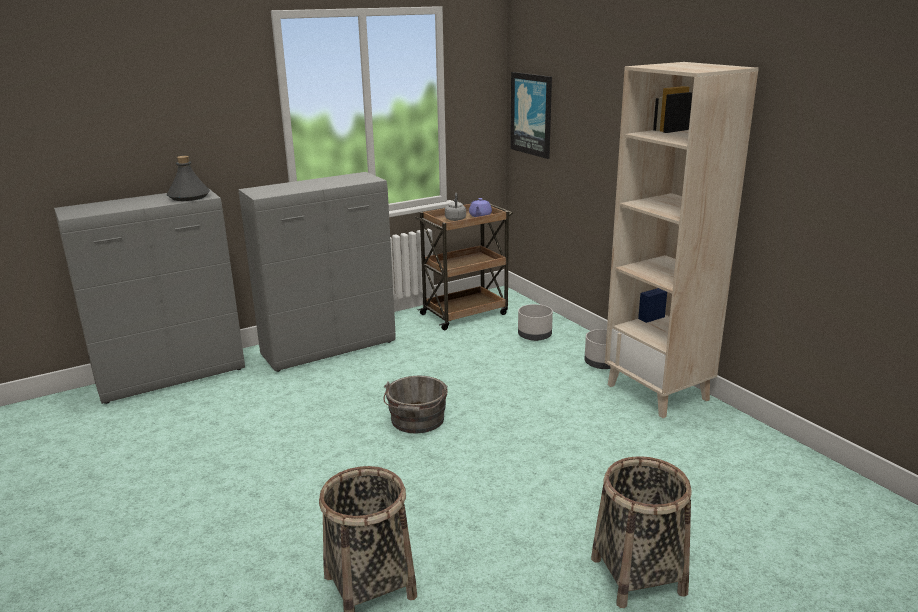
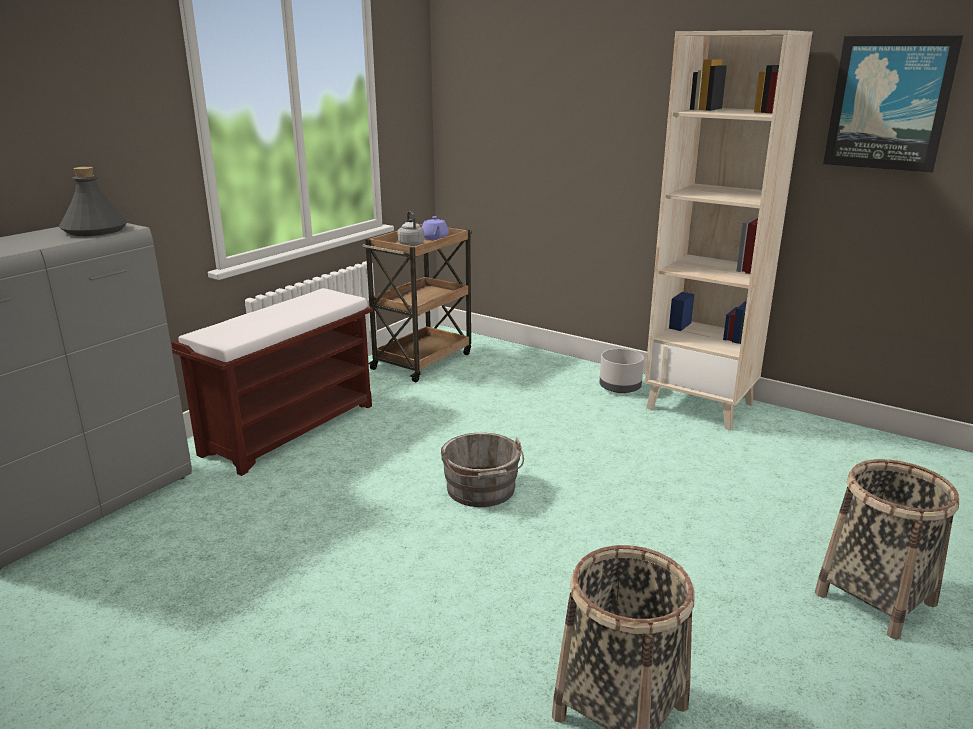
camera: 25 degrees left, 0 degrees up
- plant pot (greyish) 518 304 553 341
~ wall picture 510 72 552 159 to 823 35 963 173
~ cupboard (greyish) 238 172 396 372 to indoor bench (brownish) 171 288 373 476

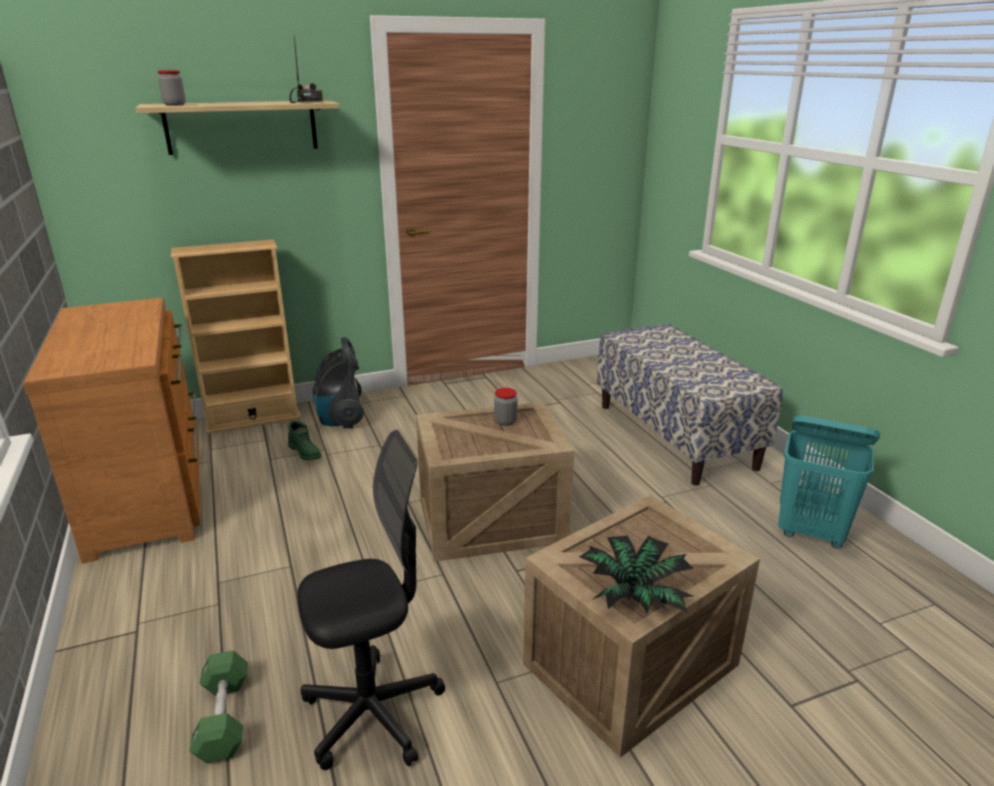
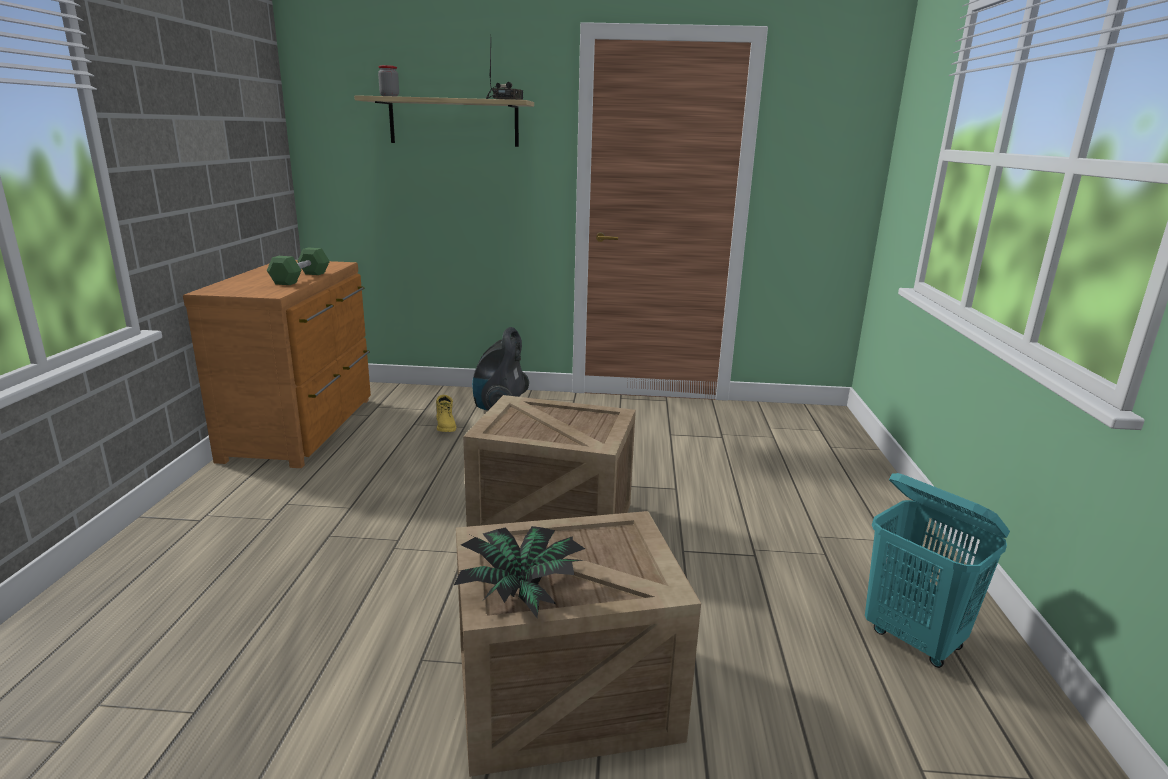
camera: 25 degrees right, 5 degrees down
- bookcase (beige) 171 239 300 434
- office chair (black-coloured) 297 430 445 770
- jar 494 388 518 426
- indoor bench 597 324 783 486
~ free weight (green-coloured) 189 650 248 763 to 267 248 330 285
~ boot (green-coloured) 288 421 321 460 to boot (yellow) 436 395 456 432

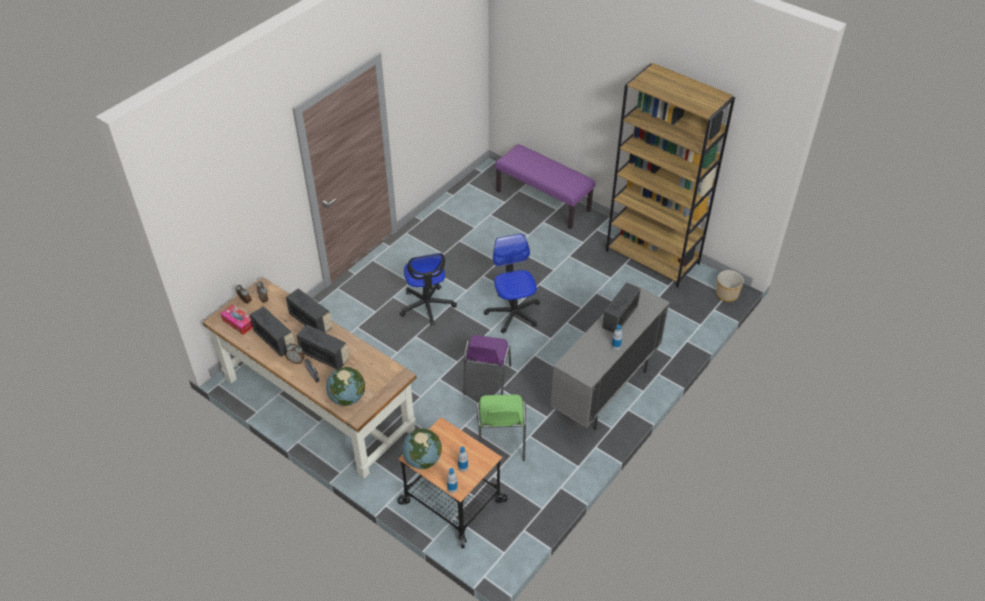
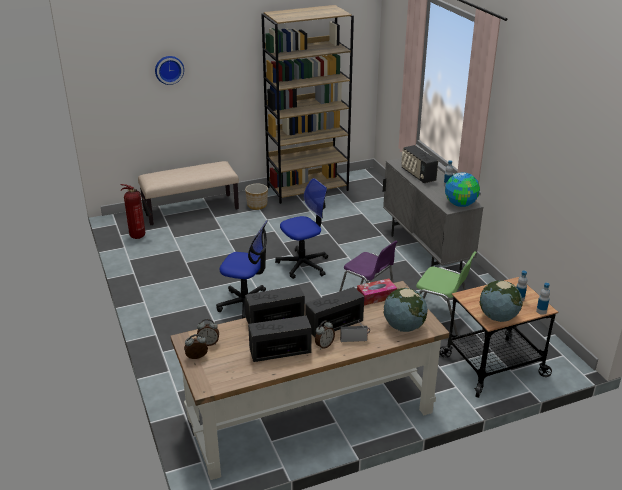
camera: 60 degrees left, 15 degrees down
+ fire extinguisher 120 184 152 239
+ hanging clock 155 56 184 85
+ desk globe 445 172 480 207
~ box of tissues 221 305 253 335 to 357 279 397 305
~ plant pot 716 270 744 302 to 245 184 268 210
~ indoor bench (purple) 495 144 595 229 to indoor bench (beige) 138 161 239 225
~ office chair 484 234 540 333 = 275 178 328 279 135 degrees clockwise

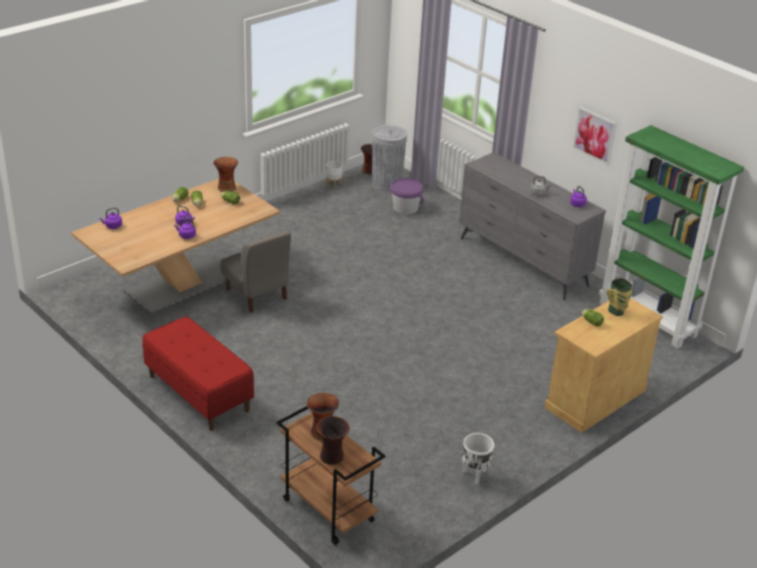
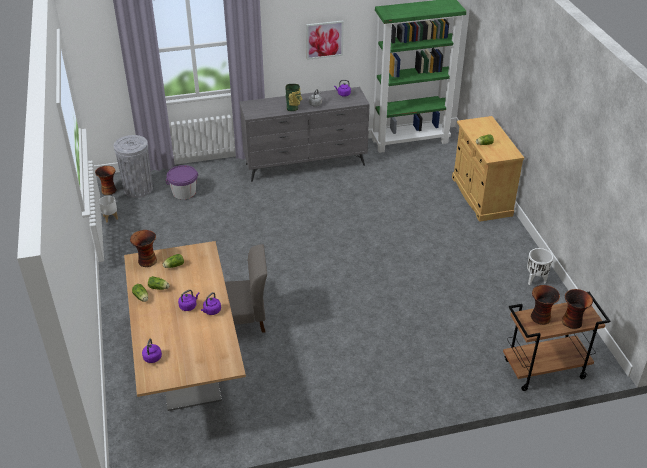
camera: 60 degrees left, 5 degrees up
- indoor bench (reddish) 142 316 254 431
~ vase 606 278 632 316 to 285 84 302 111

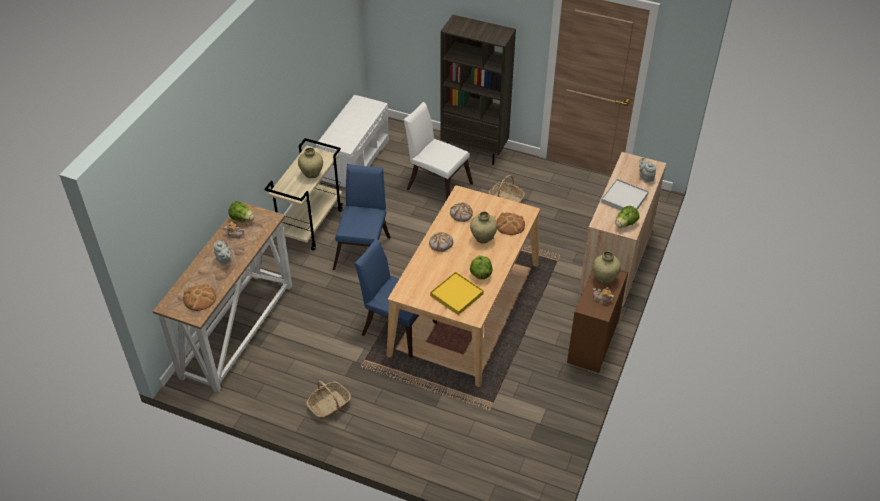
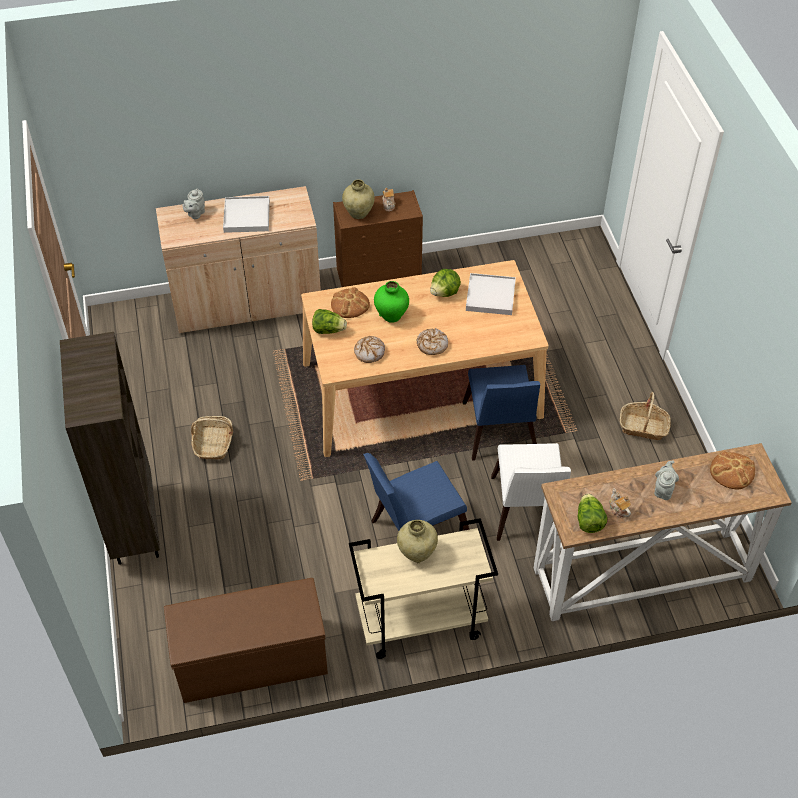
camera: 125 degrees left, 5 degrees up
~ chair (white-coloured) 404 102 473 200 to 491 443 571 541
~ head of lettuce 615 206 639 228 to 312 309 347 334
~ indoor bench (white-coloured) 316 95 389 187 to indoor bench (brownish) 164 578 328 703
~ carrying tray (yellow) 430 272 484 315 to carrying tray (white-coloured) 466 273 516 315
~ vase (beige) 470 212 497 244 to vase (green-coloured) 374 281 409 323

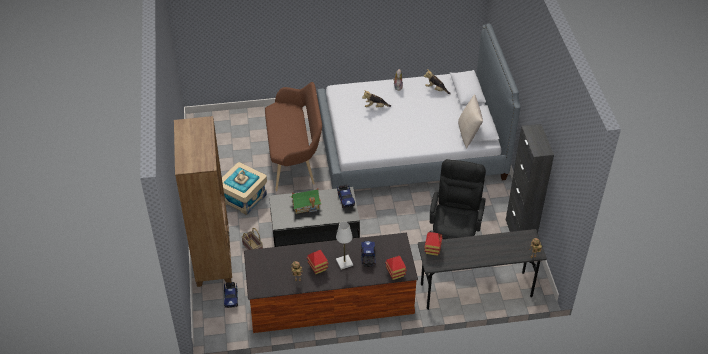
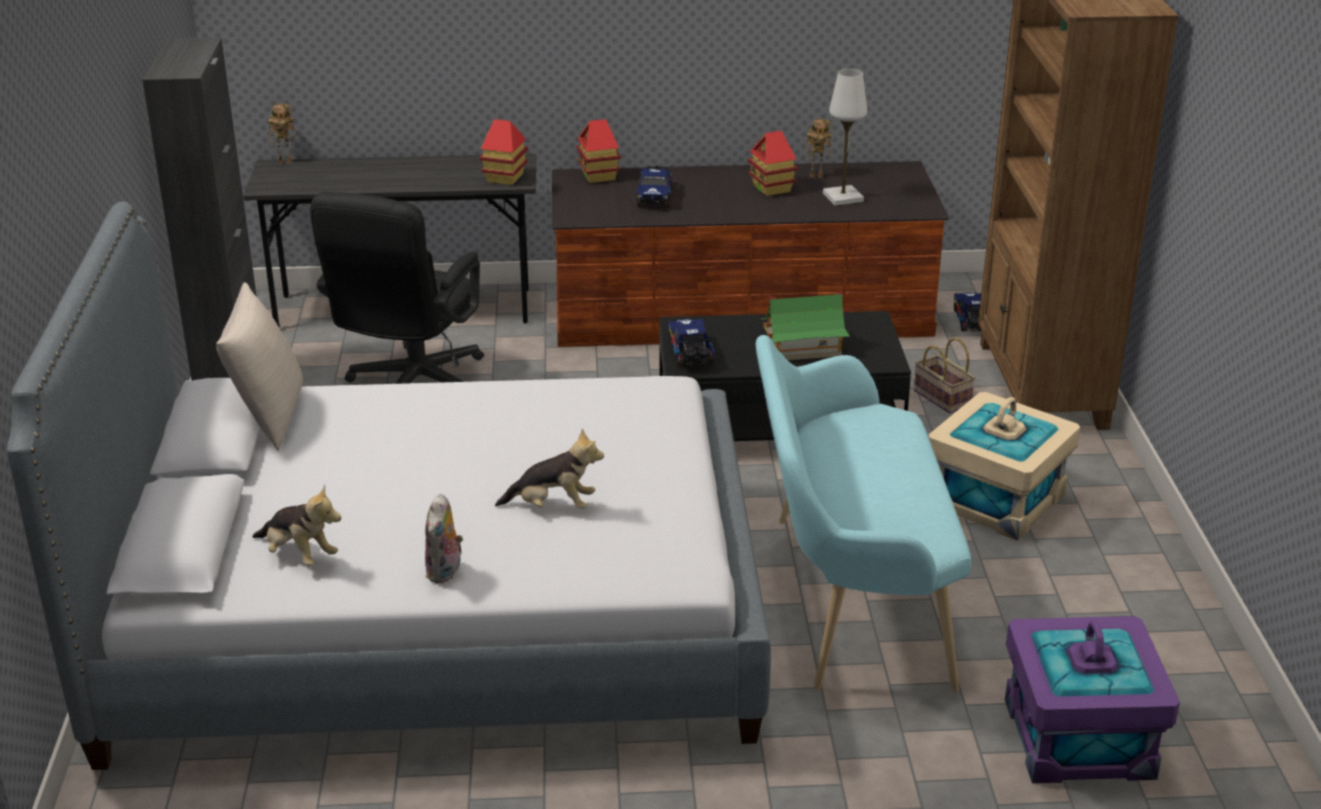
camera: 175 degrees left, 15 degrees down
+ storage box (purple) 1005 616 1180 783
~ table lamp (white-coloured) 336 222 353 270 to 823 69 867 205
~ indoor bench (brownish) 265 82 322 191 to indoor bench (turquoise) 756 335 971 692

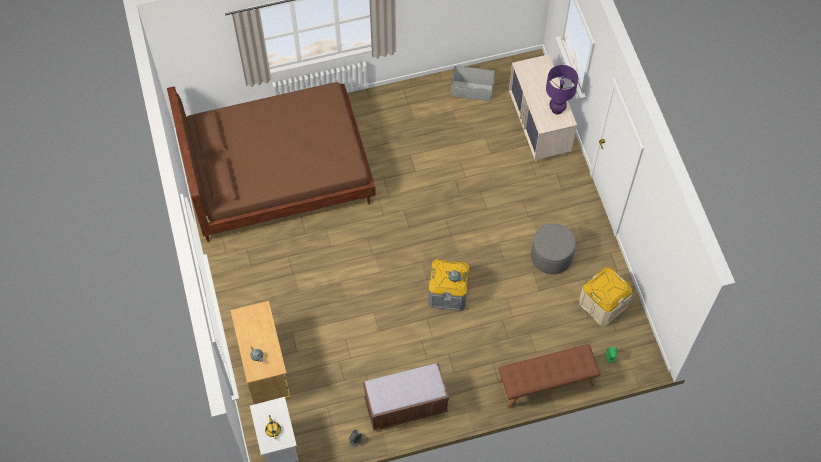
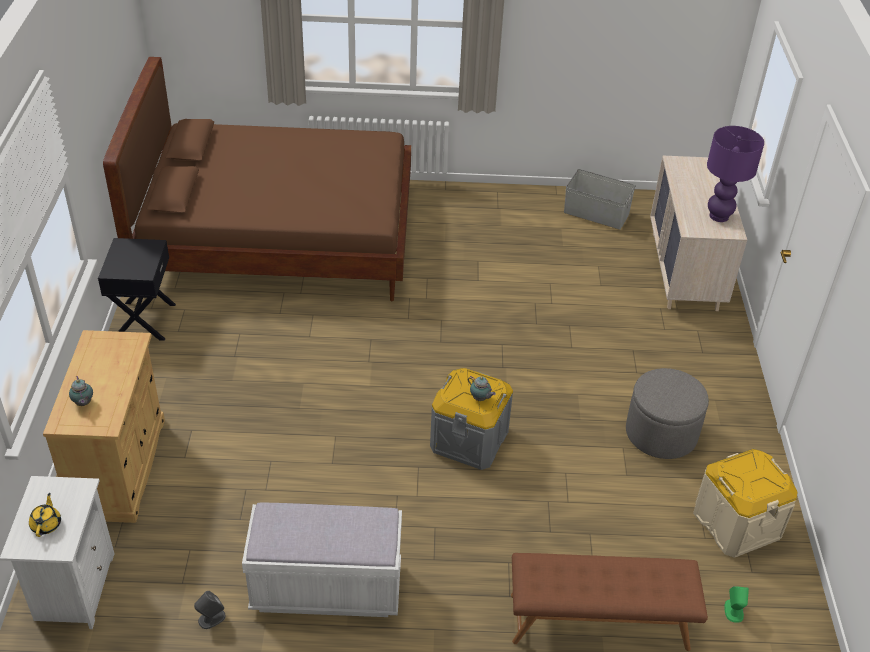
camera: 15 degrees right, 20 degrees down
+ nightstand (black-coloured) 98 238 176 341
~ indoor bench (brownish) 363 363 449 431 to indoor bench (white-coloured) 242 503 402 617

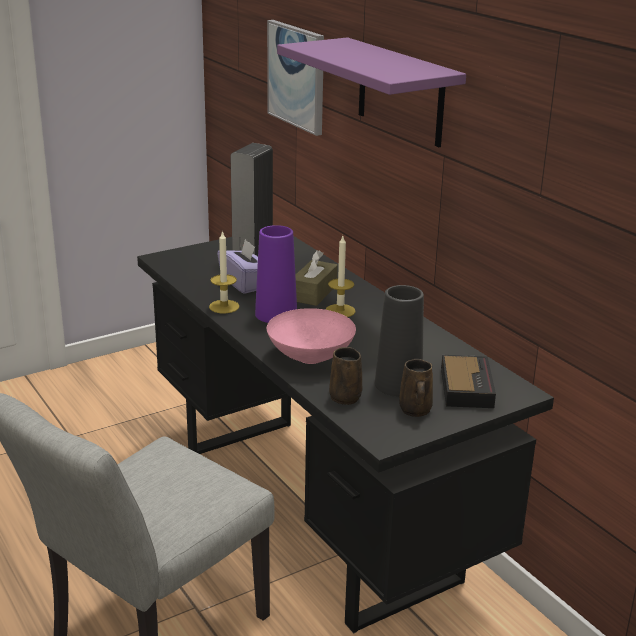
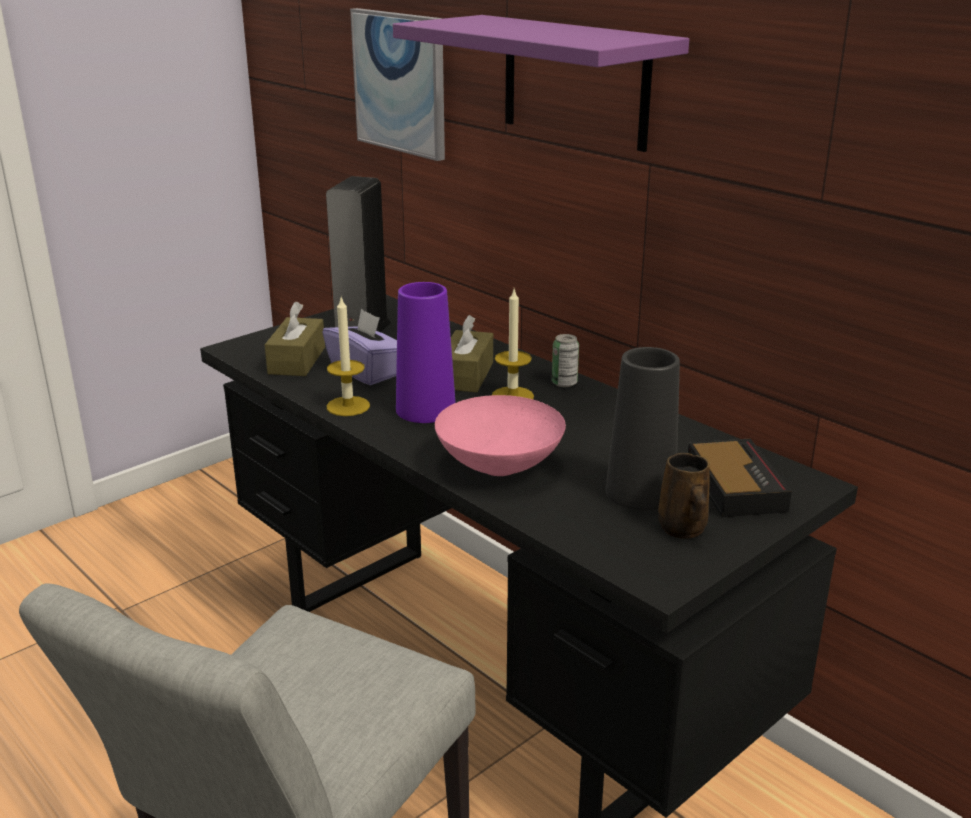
camera: 10 degrees left, 0 degrees up
- coffee mug (brownish) 329 347 362 405
+ box of tissues (brownish) 265 302 325 376
+ metal can 552 334 579 387

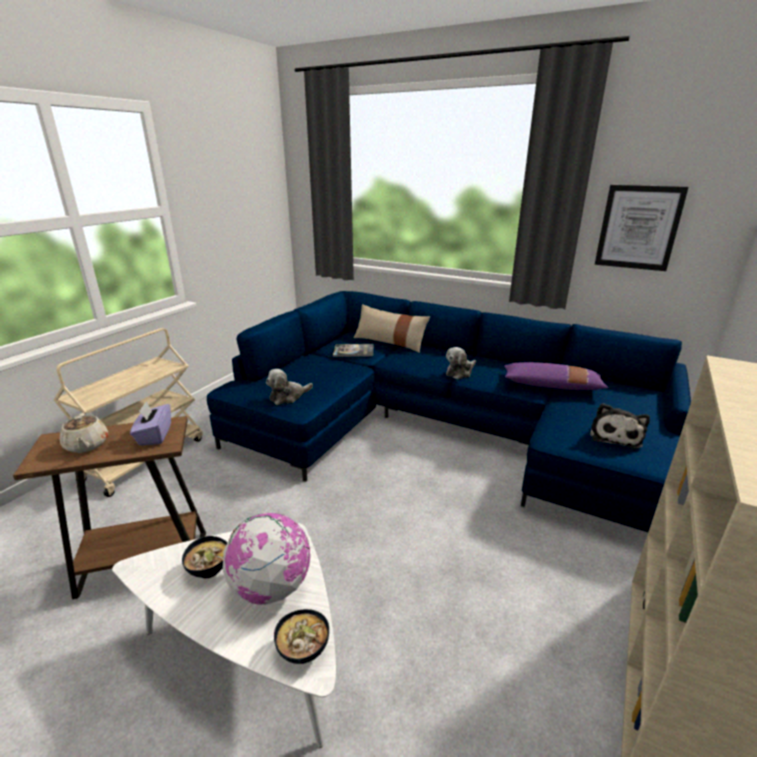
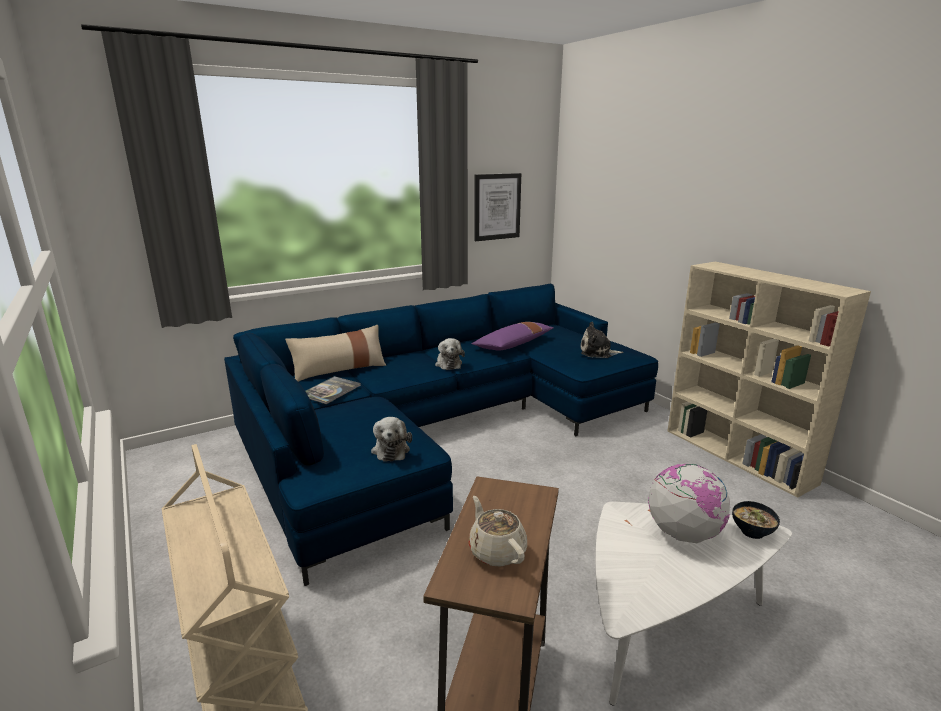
camera: 60 degrees left, 5 degrees down
- box of tissues (purple) 130 402 171 446
- serving bowl 182 536 227 578
~ tea pot (beige) 60 413 108 453 = 468 496 527 566 120 degrees counterclockwise
~ soft toy 590 403 650 449 = 580 322 624 358 135 degrees clockwise

